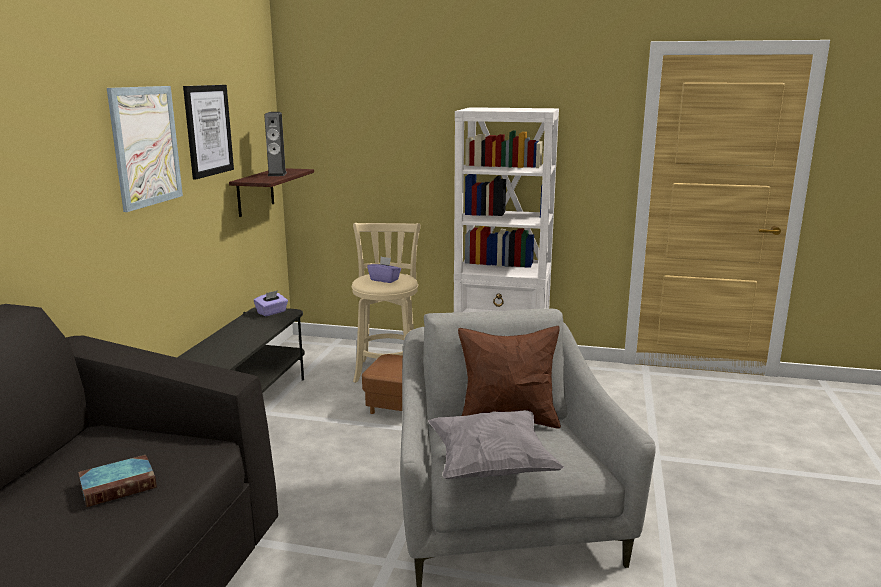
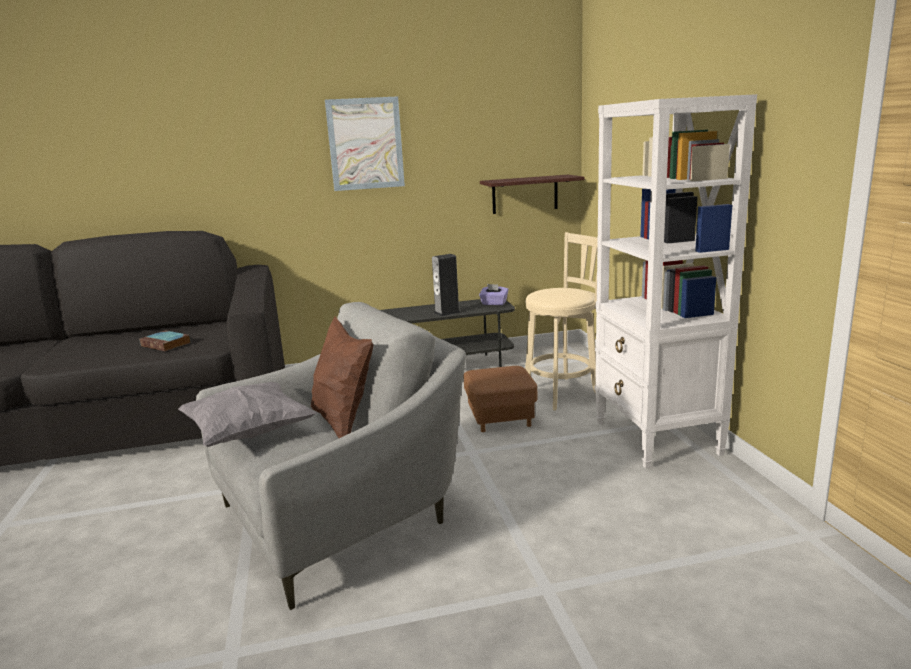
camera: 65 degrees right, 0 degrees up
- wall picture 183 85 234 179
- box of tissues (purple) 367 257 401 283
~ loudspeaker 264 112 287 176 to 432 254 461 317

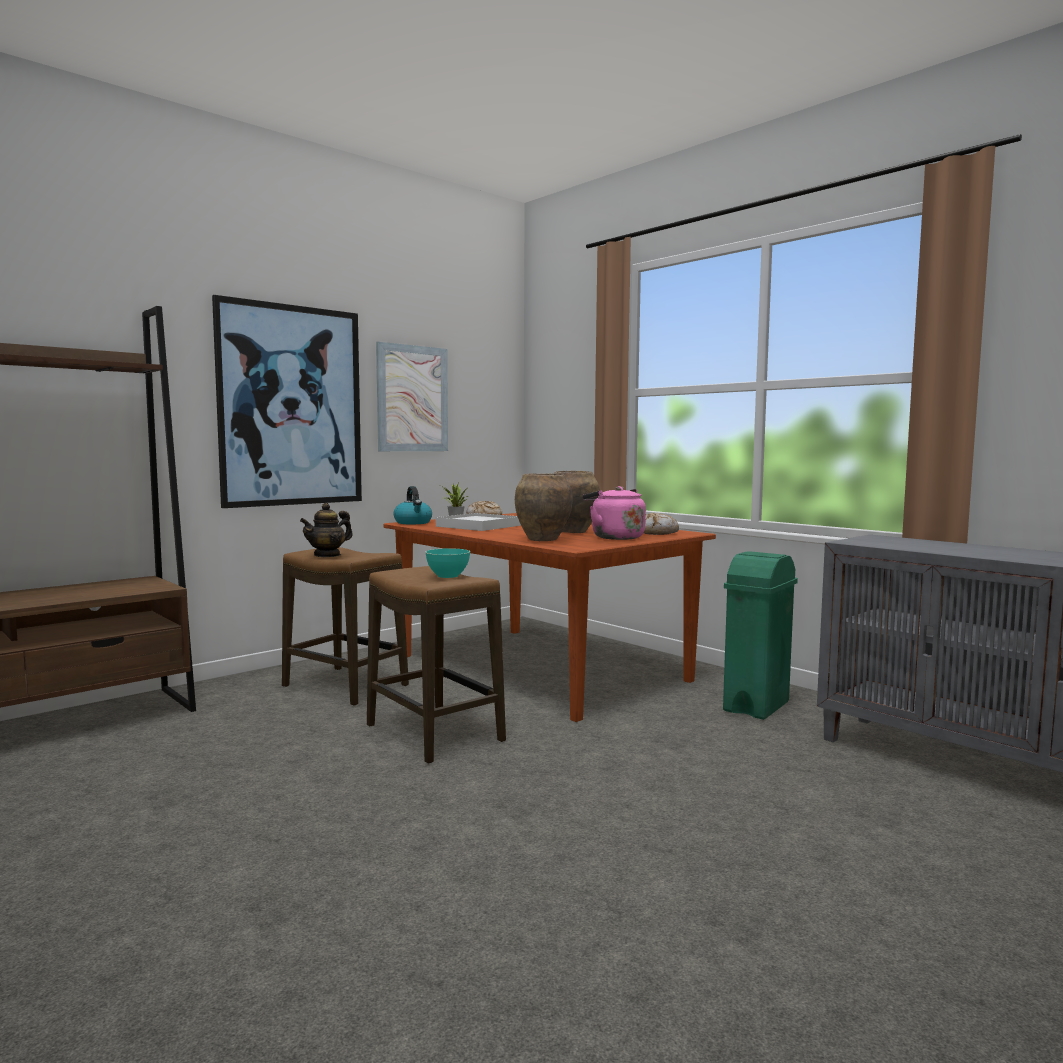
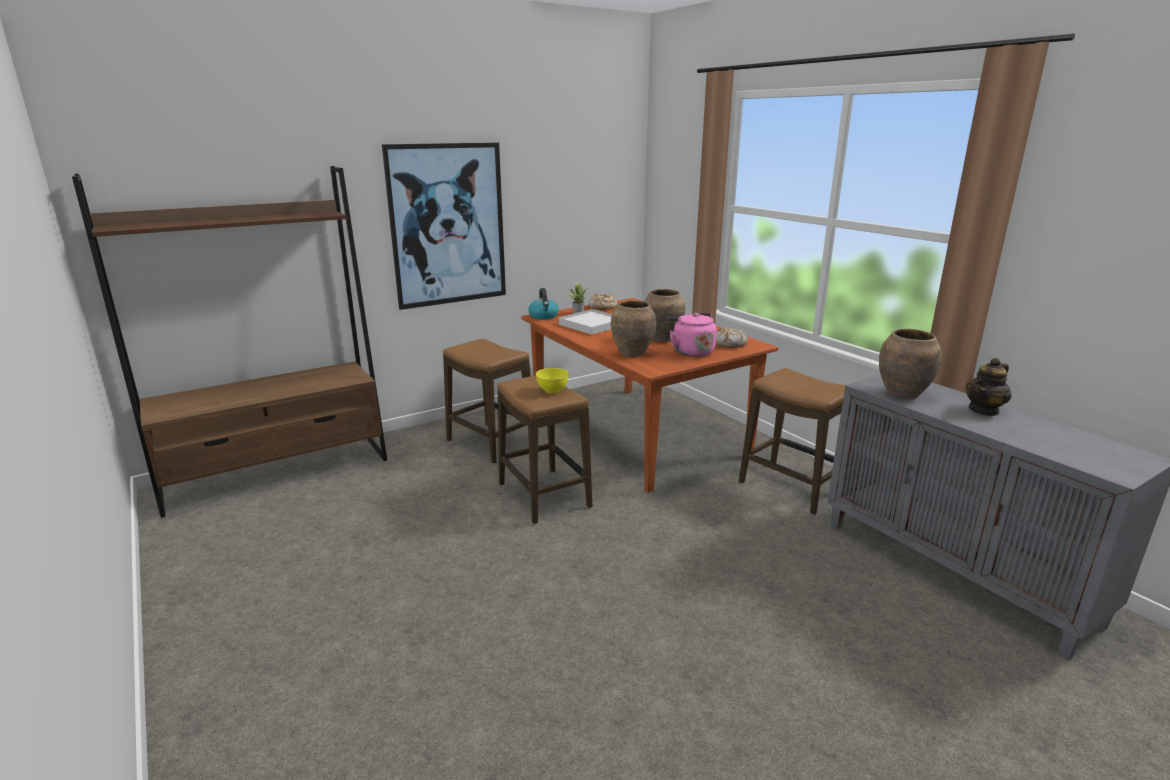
camera: 10 degrees right, 15 degrees up
- wall picture 376 342 448 451
+ vase (brownish) 879 329 942 399
~ tea pot 300 503 353 557 to 966 358 1012 416
~ rubbish bin (green-coloured) 723 551 798 720 to sitting stool 739 368 845 515
~ serving bowl (turquoise) 425 548 470 578 to serving bowl (yellow) 536 368 569 394

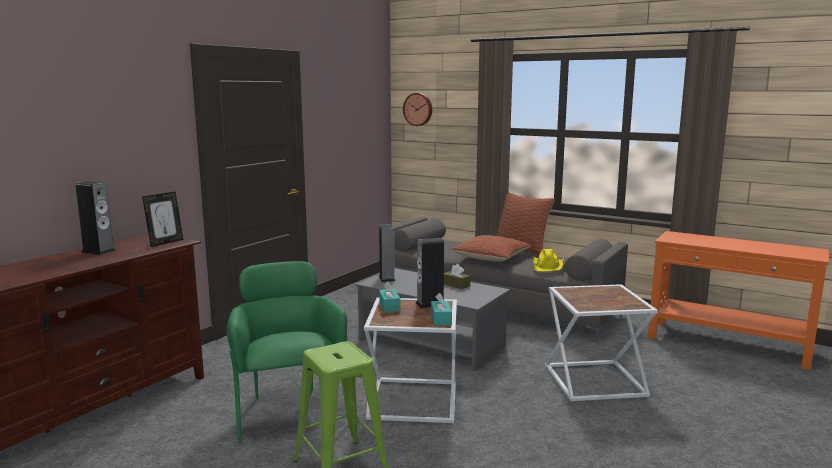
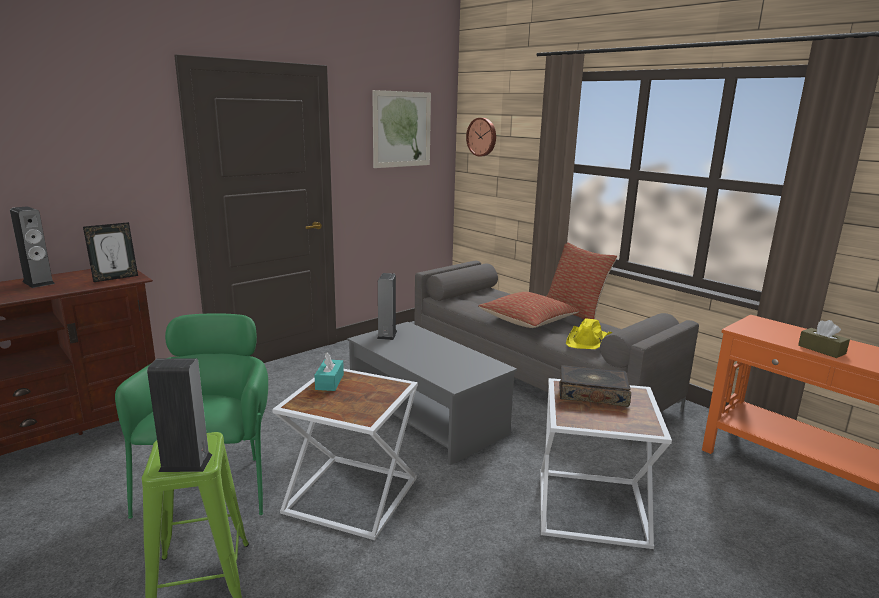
camera: 15 degrees right, 5 degrees up
- box of tissues (turquoise) 431 293 452 326
+ wall picture 372 90 431 168
+ book 559 365 631 407
~ loudspeaker 415 238 444 308 to 147 358 212 472
~ box of tissues (brownish) 444 264 470 289 to 798 320 850 358

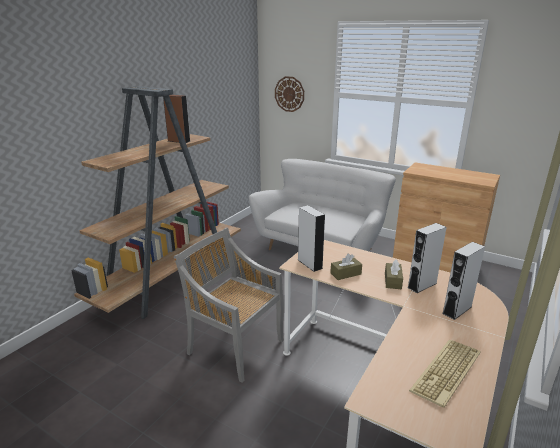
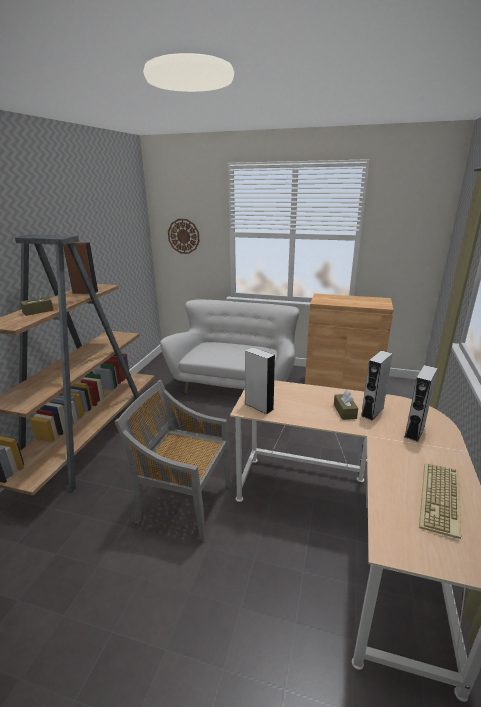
camera: 15 degrees left, 0 degrees up
~ box of tissues (brownish) 330 254 362 280 to 20 290 53 316

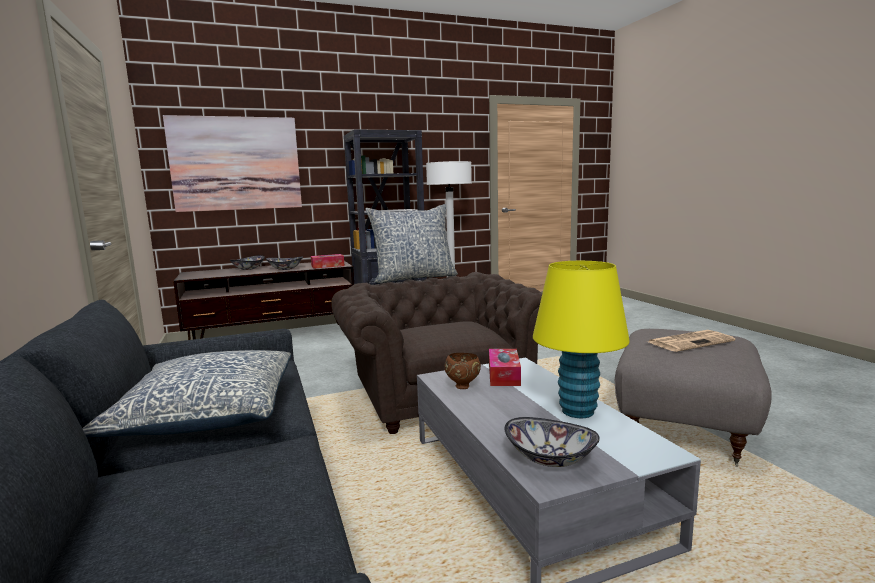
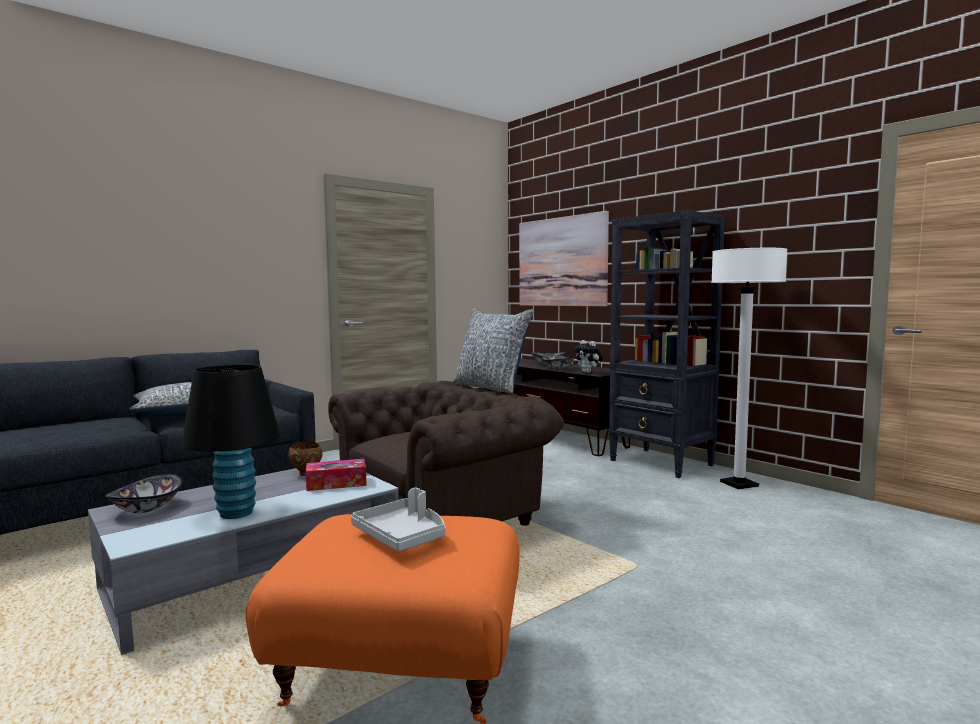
camera: 70 degrees right, 5 degrees down
~ box of tissues 311 254 345 269 to soft toy 574 340 603 373
~ daily paper 648 330 735 352 to carrying tray (greyish) 351 488 446 552
~ table lamp (yellow) 533 261 630 418 to table lamp (black-coloured) 181 365 280 519
~ footrest (greyish) 615 329 772 467 to footrest (orangey) 245 514 520 724

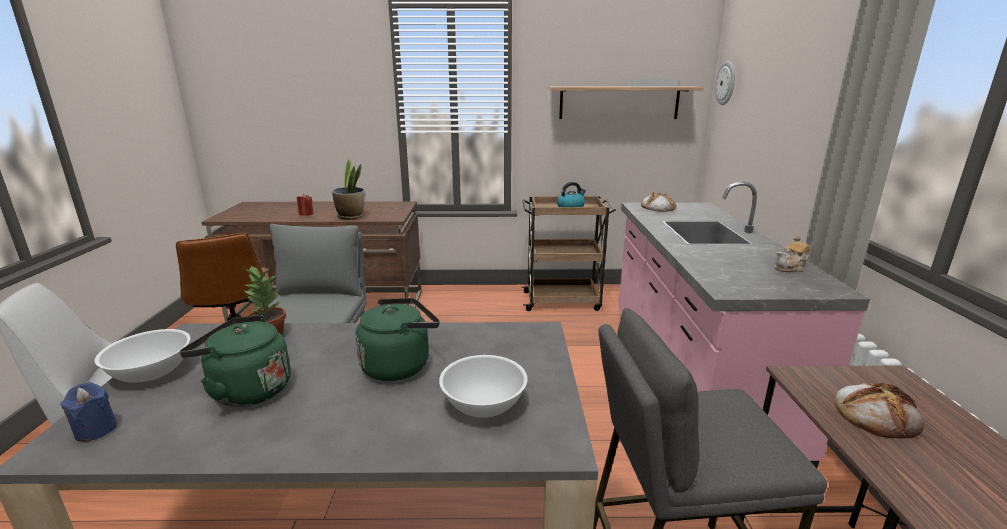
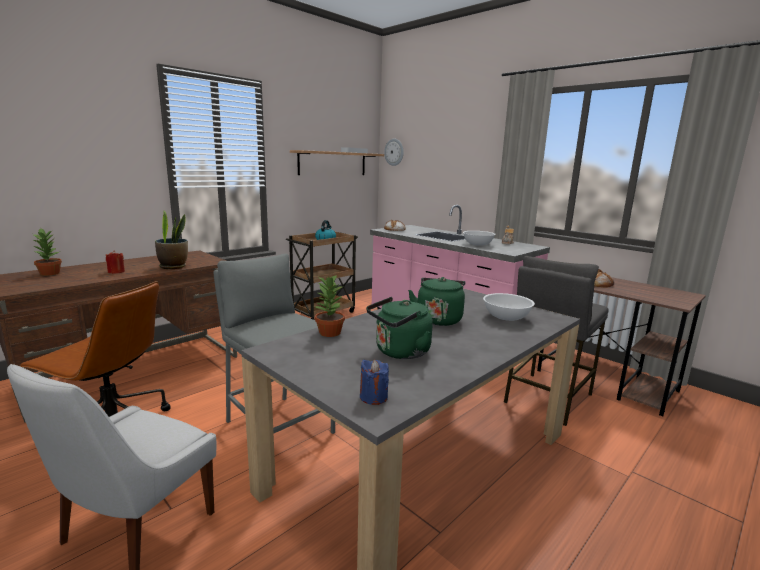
camera: 45 degrees left, 5 degrees down
+ houseplant 31 228 62 276
~ serving bowl (white-coloured) 95 329 190 383 to 463 231 496 246

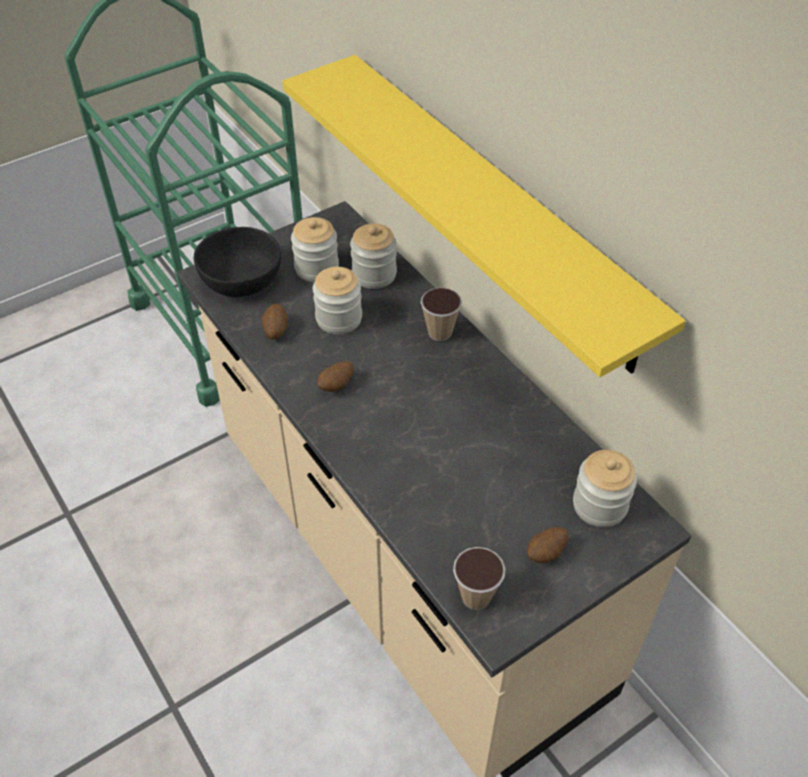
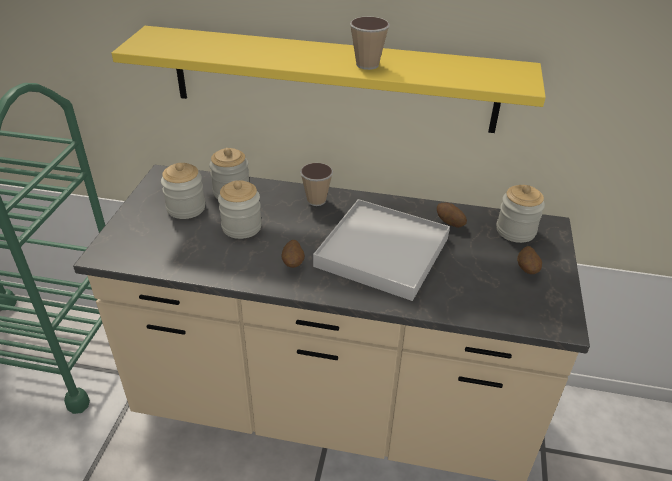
camera: 45 degrees left, 10 degrees down
- serving bowl (black-coloured) 194 227 281 297
+ carrying tray (white-coloured) 313 199 450 301
~ potato 262 304 287 340 to 437 203 467 228
~ small cup 453 547 506 610 to 350 16 390 70

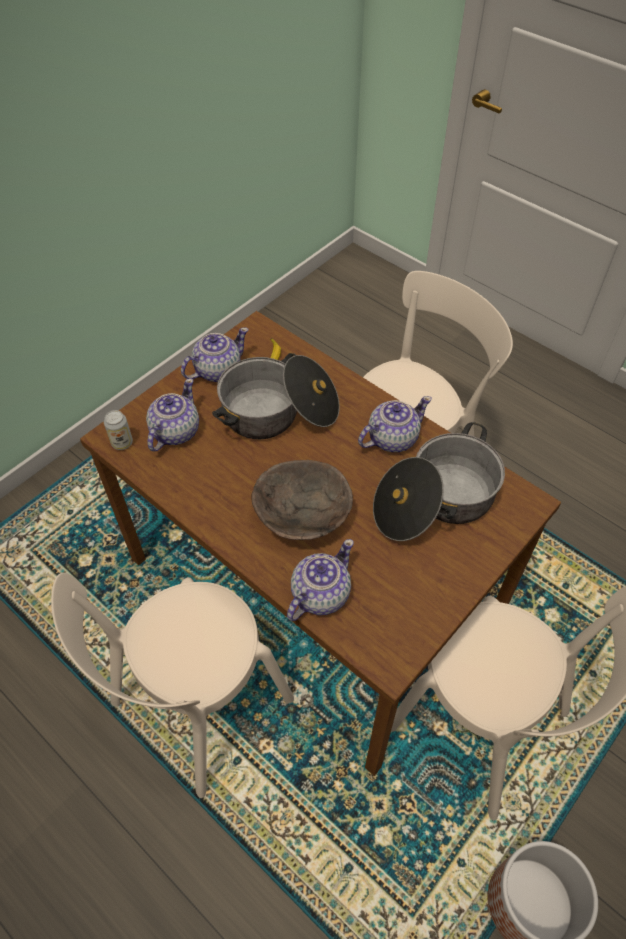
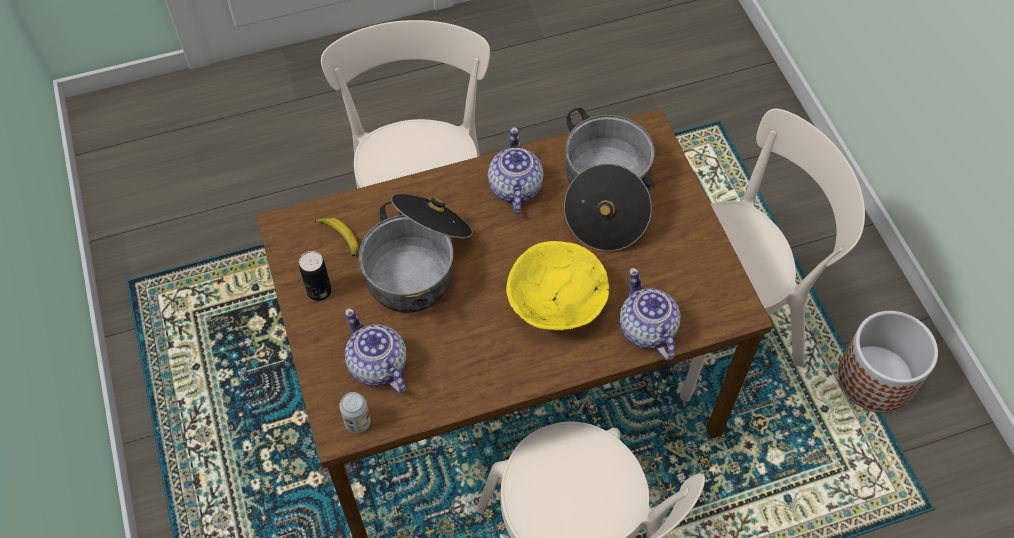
camera: 60 degrees left, 5 degrees up
~ tea pot 181 327 249 382 to metal can 299 251 331 301
~ serving bowl (brownish) 251 460 353 540 to serving bowl (yellow) 506 241 609 330

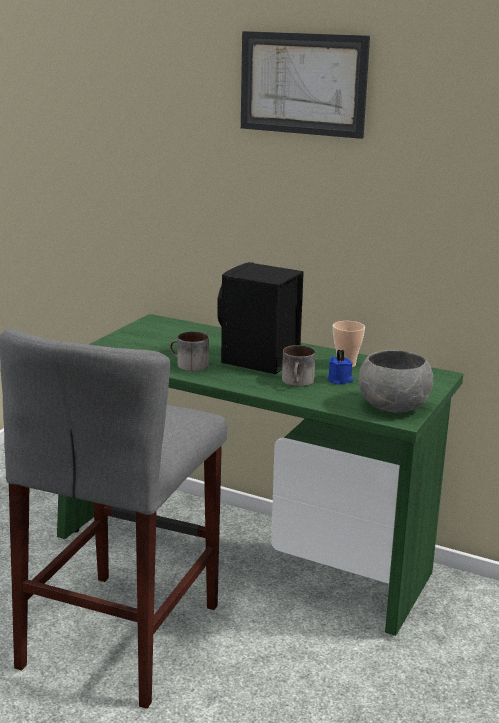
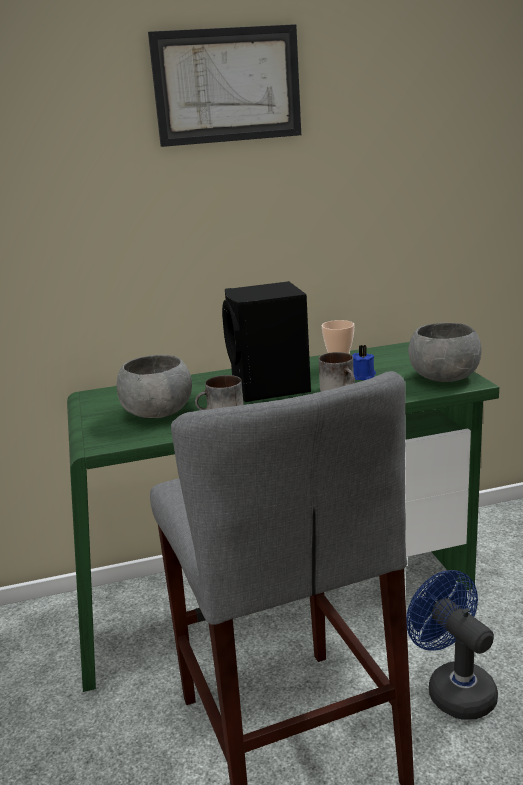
camera: 40 degrees left, 0 degrees up
+ serving bowl (greyish) 117 355 192 418
+ cooling fan (blue-coloured) 406 570 498 720

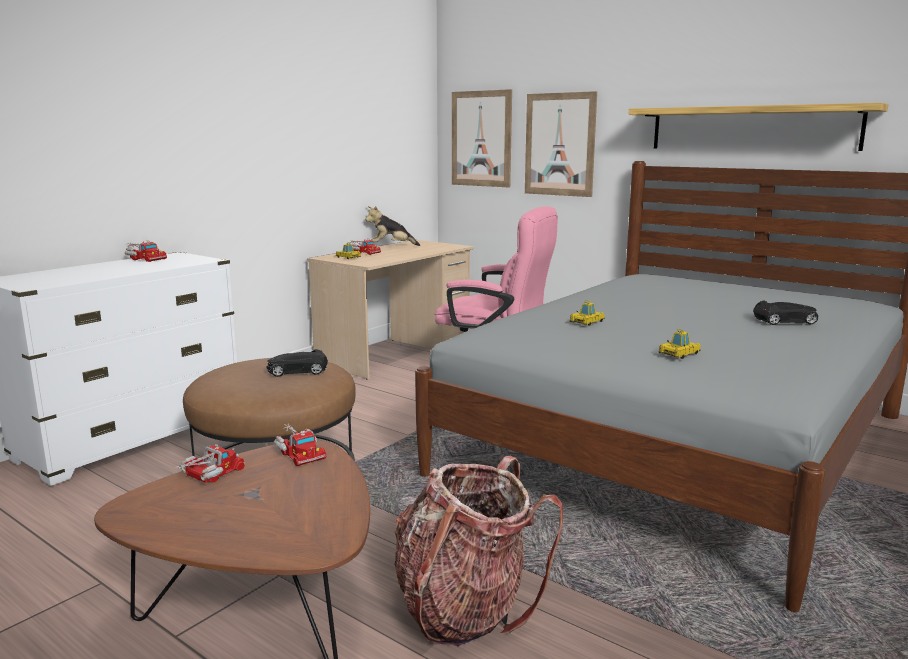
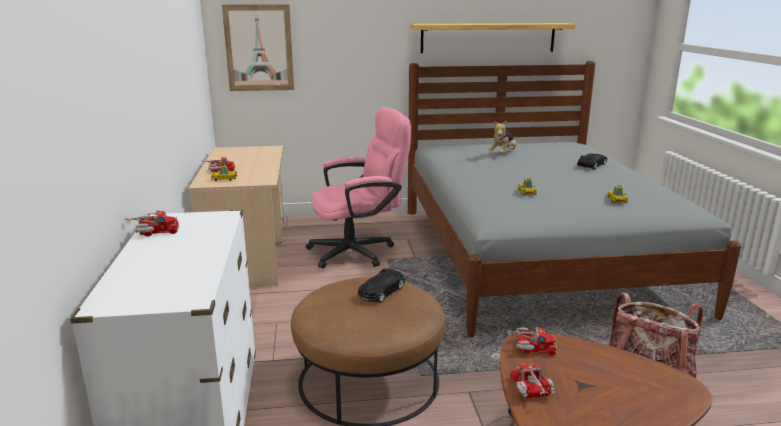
camera: 45 degrees left, 5 degrees up
- wall picture 525 91 597 197
~ soft toy 365 206 420 246 to 489 121 517 153

